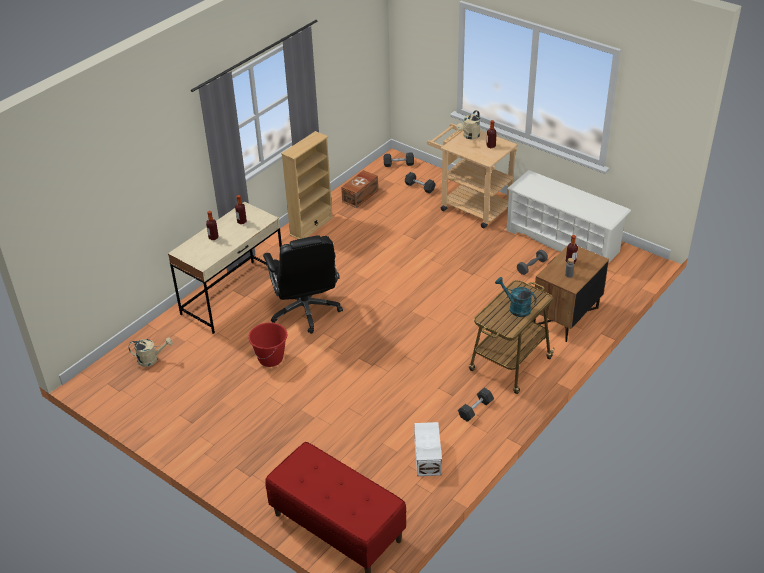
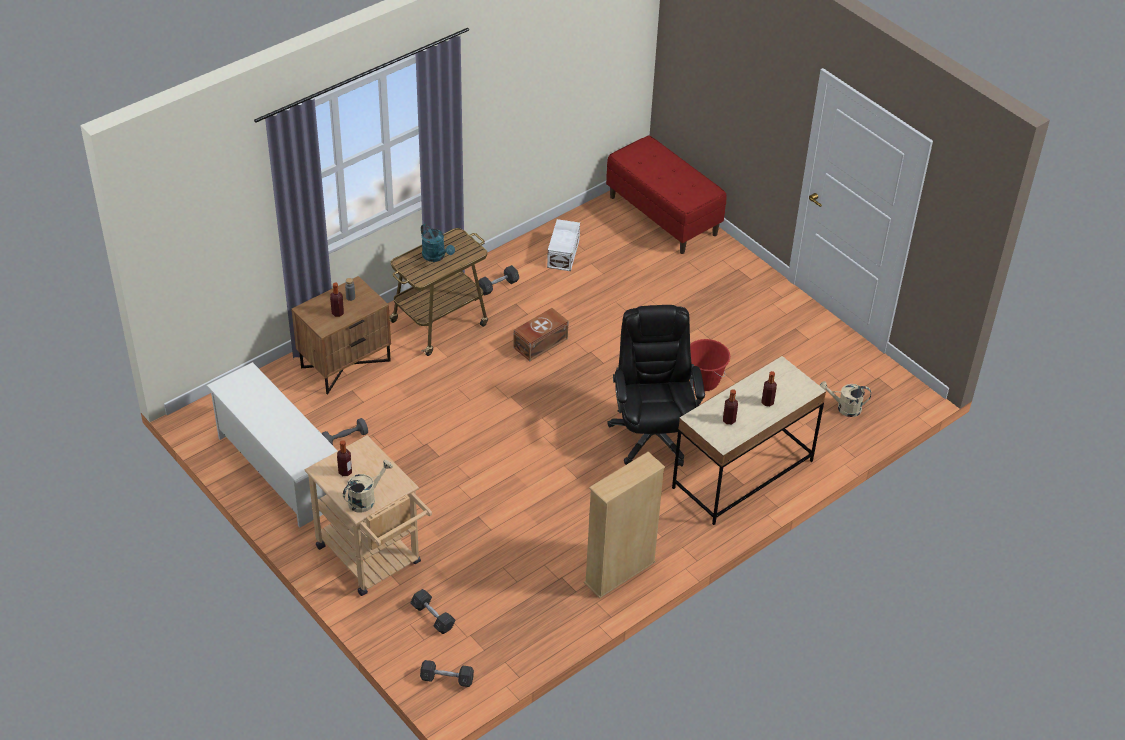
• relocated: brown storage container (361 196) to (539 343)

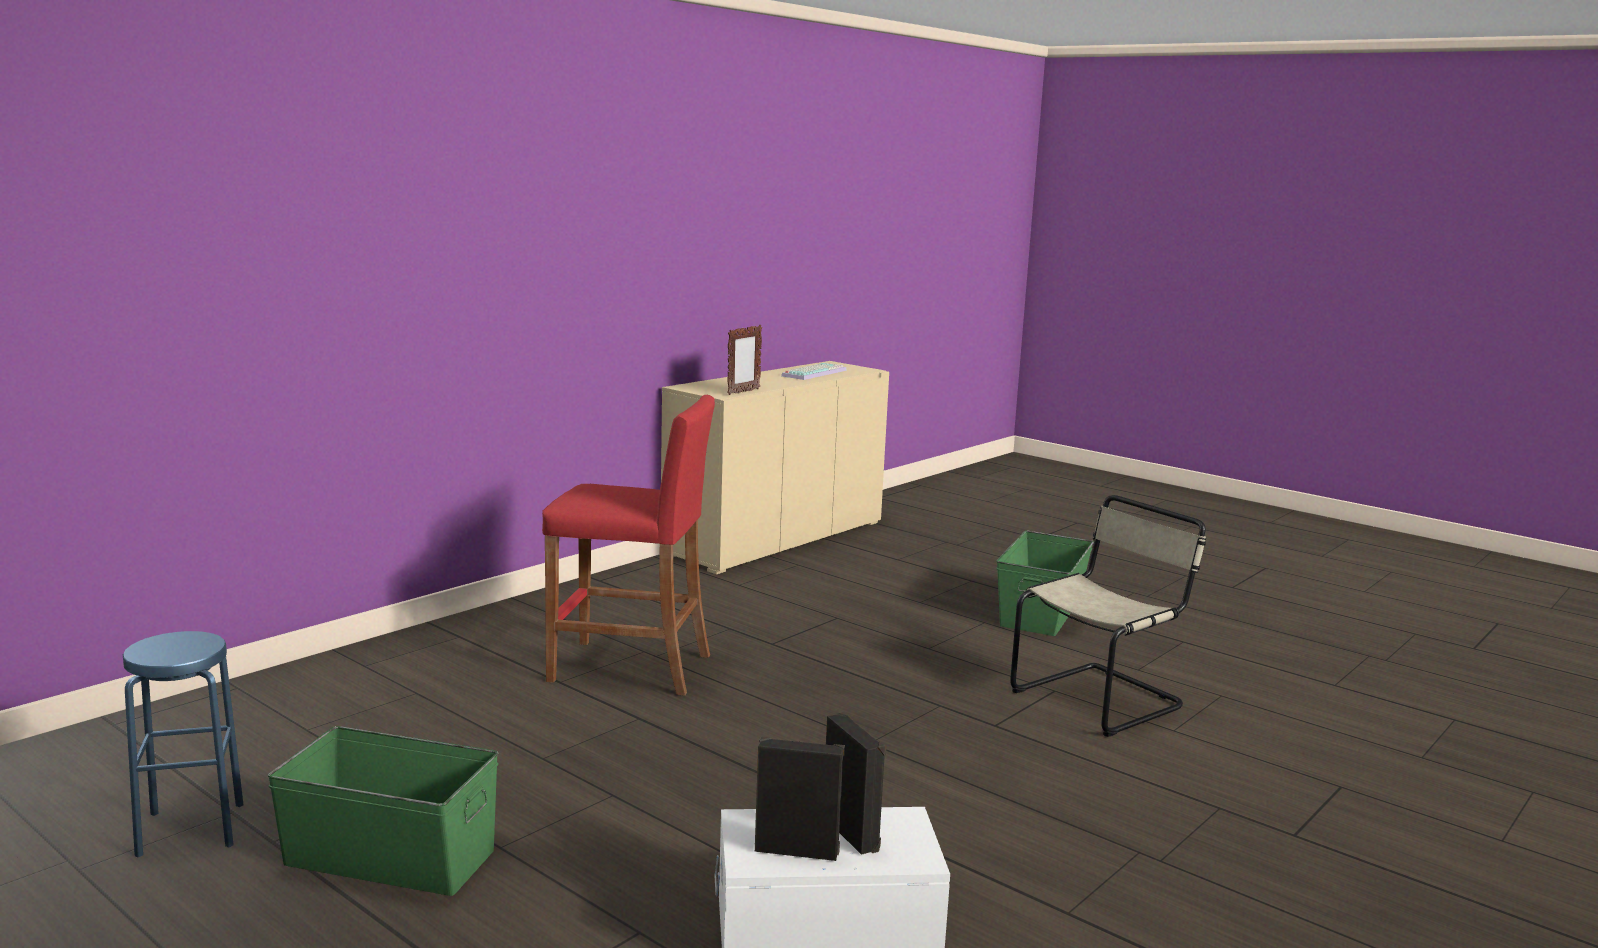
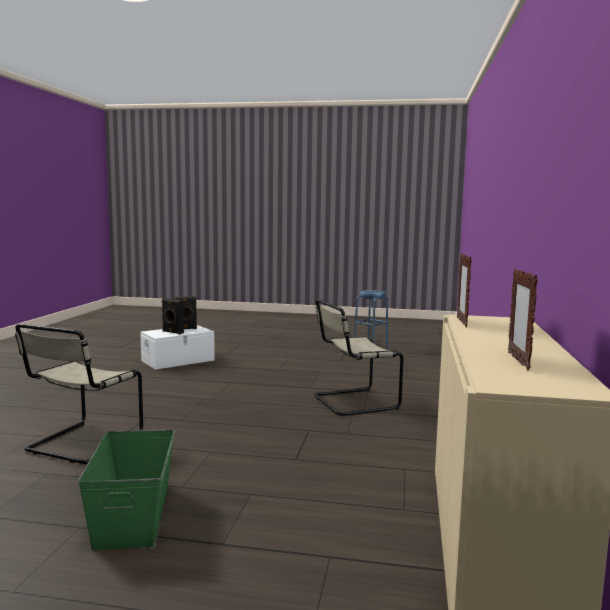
• missing: green storage container (390 858)
• exchanged: red stool (631 668) to beige upright chair (352 402)
• exchanged: PC keyboard (813 373) to standing frame (518 361)

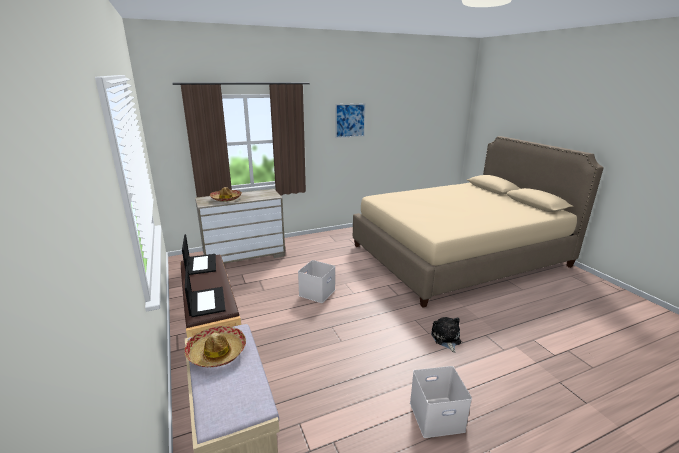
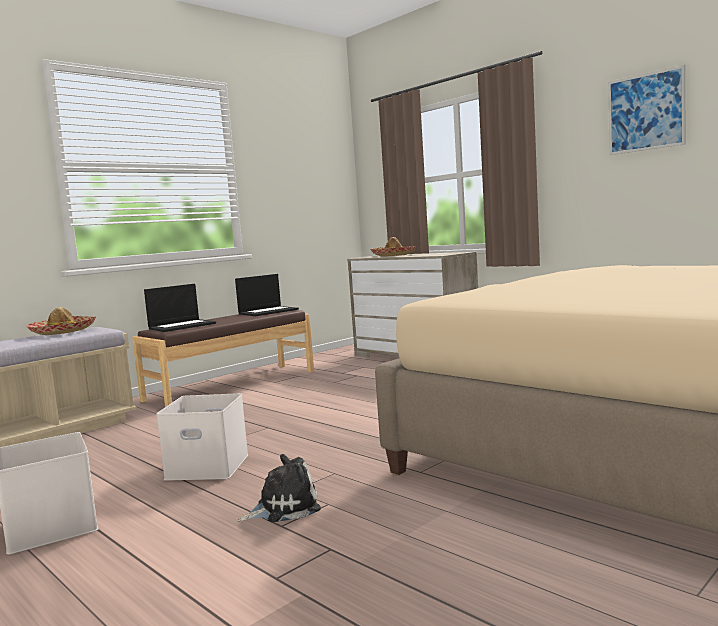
• relocated: whitish storage container (317 292) to (209 466)

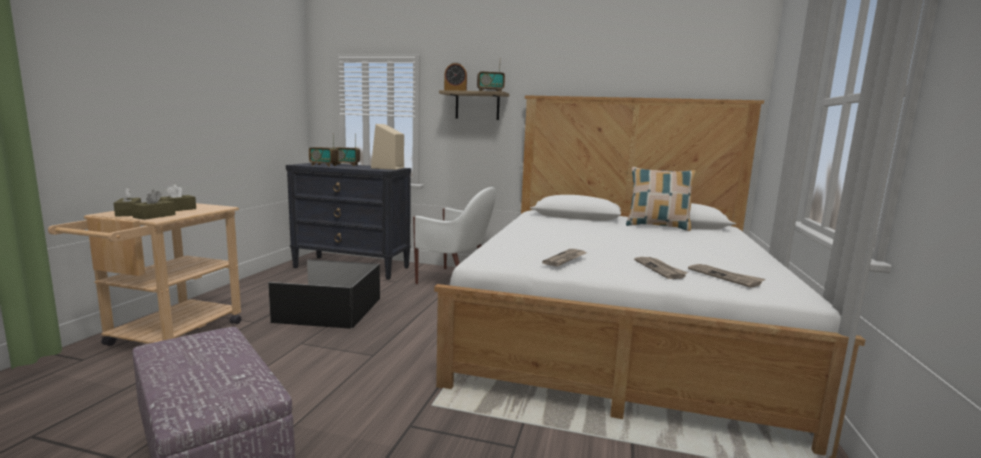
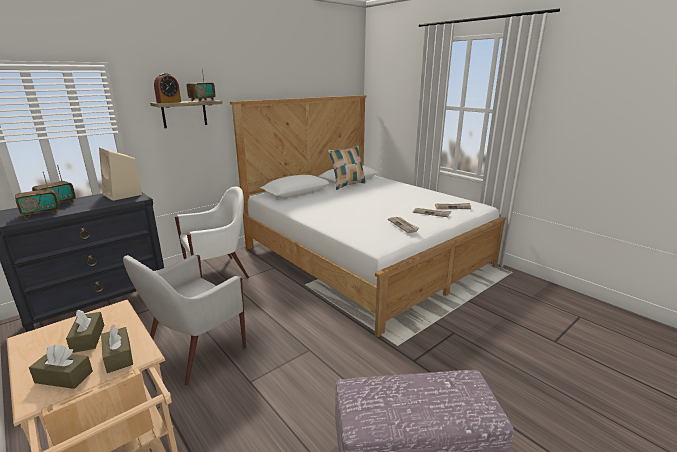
• exchanged: black-coloured storage container (329 309) to whitish lounge chair (194 350)

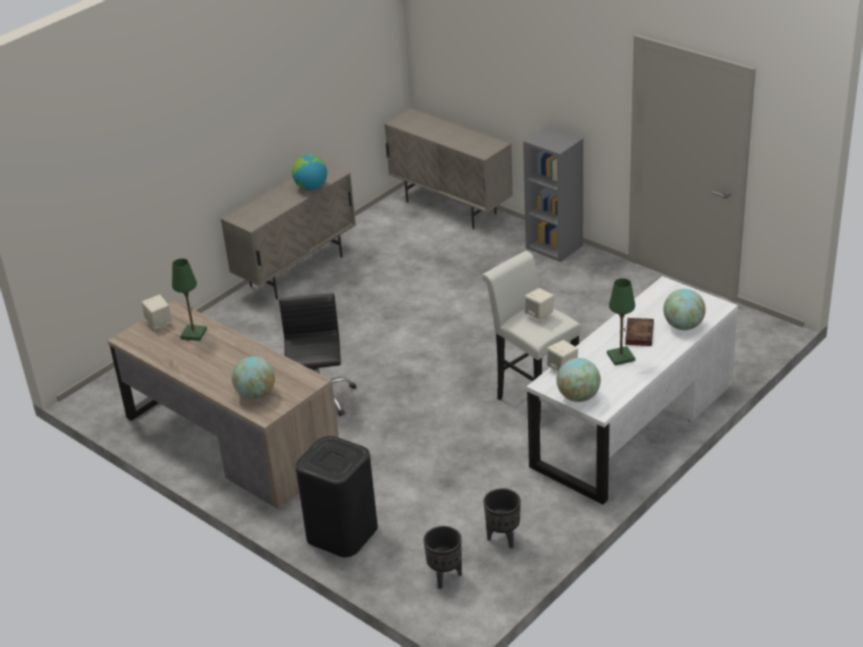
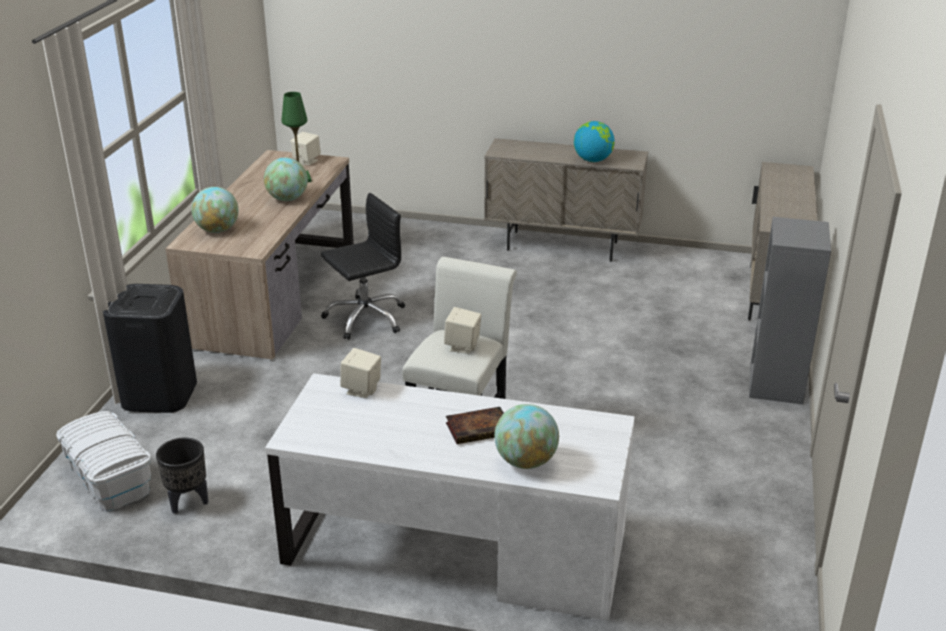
• missing: green table lamp (621 357)
• relocated: desk globe (578 397) to (287 199)
• exchanged: black-coloured plant pot (445 577) to whitish storage container (109 479)

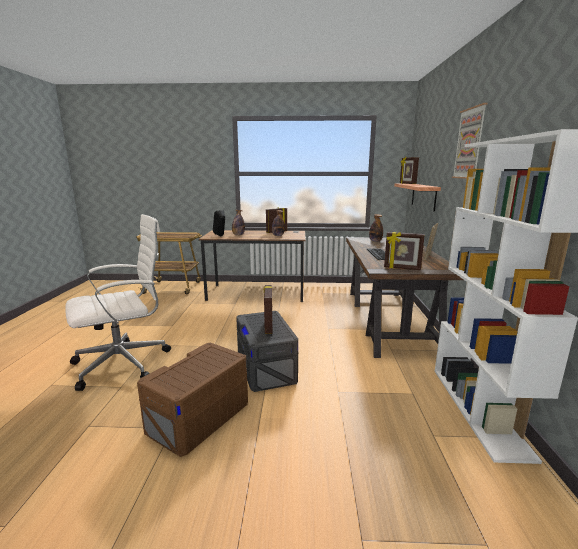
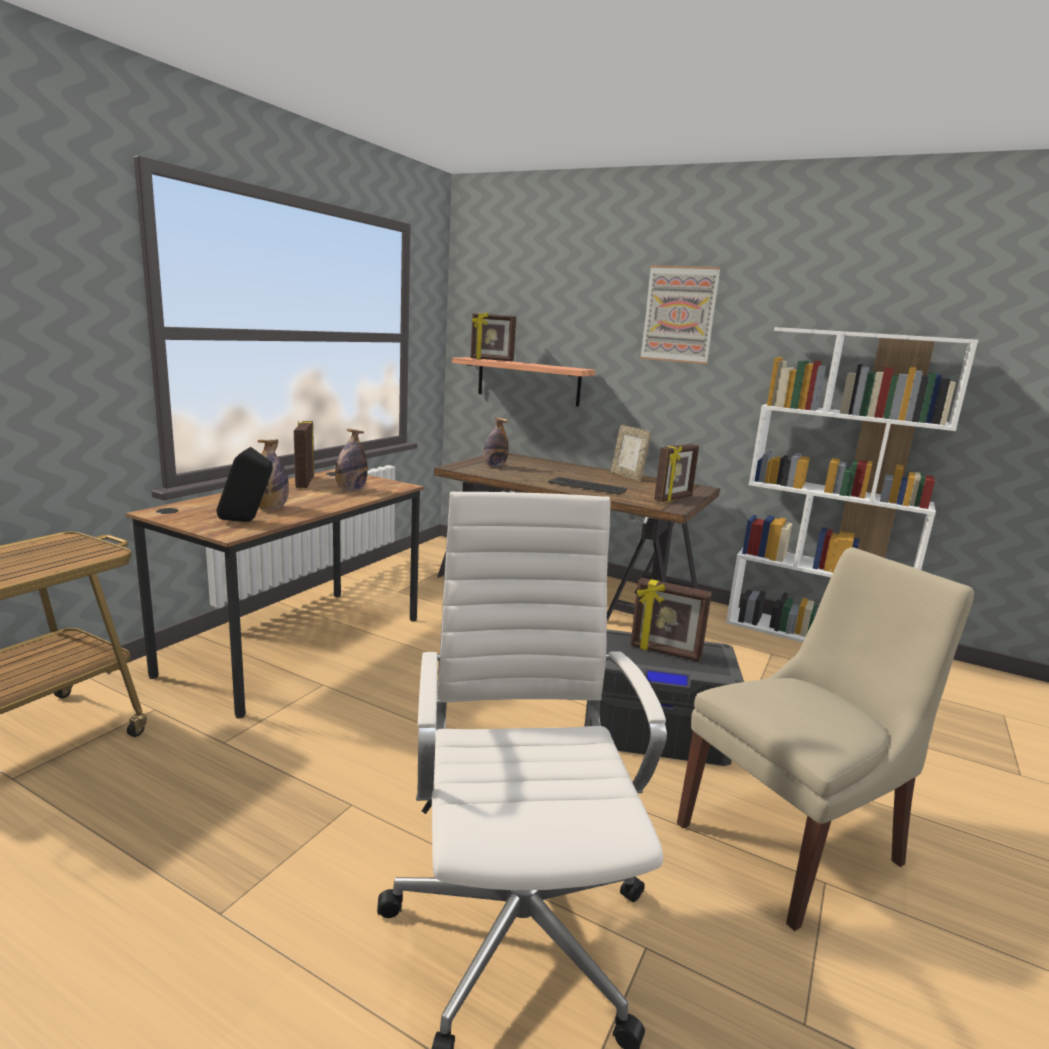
• exchanged: brown storage container (199 416) to beige upright chair (793 841)

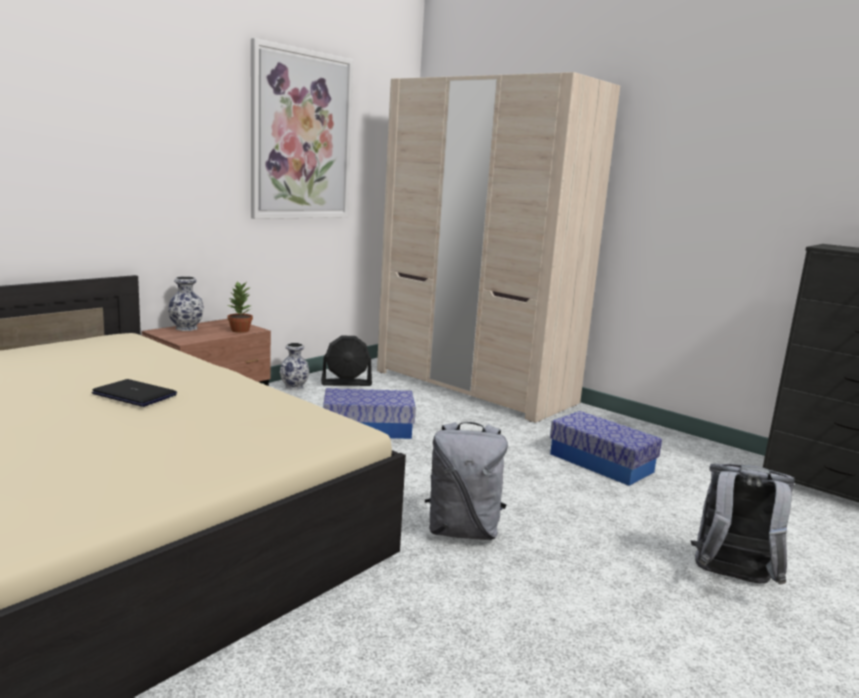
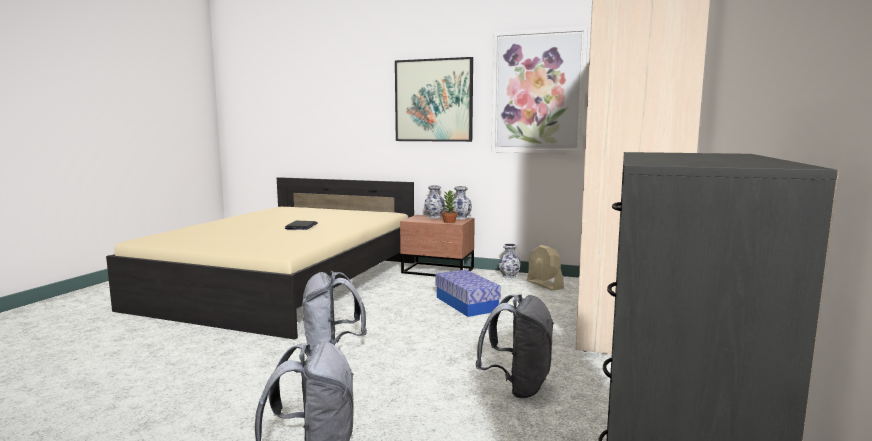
• appeared: wall picture (433 100)
• appeared: decorative vase (460 218)
• exchanged: storage container (601 463) to gray rucksack (518 387)
• colour: black-coloured electric fan (346 383) to beige electric fan (544 285)

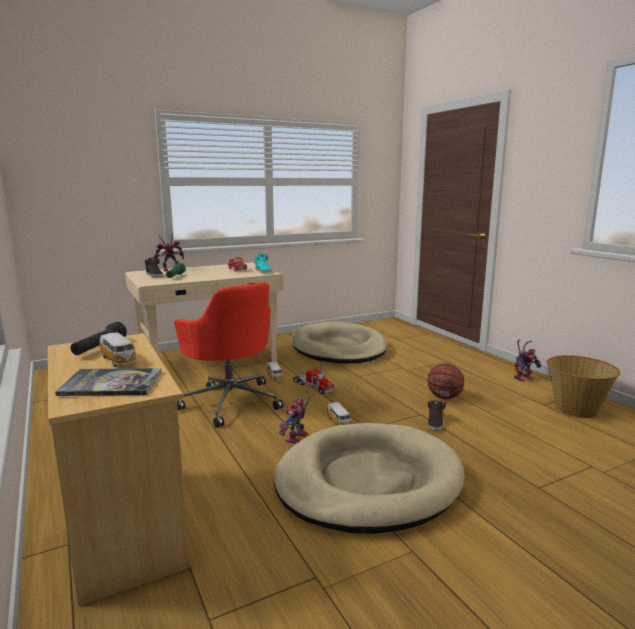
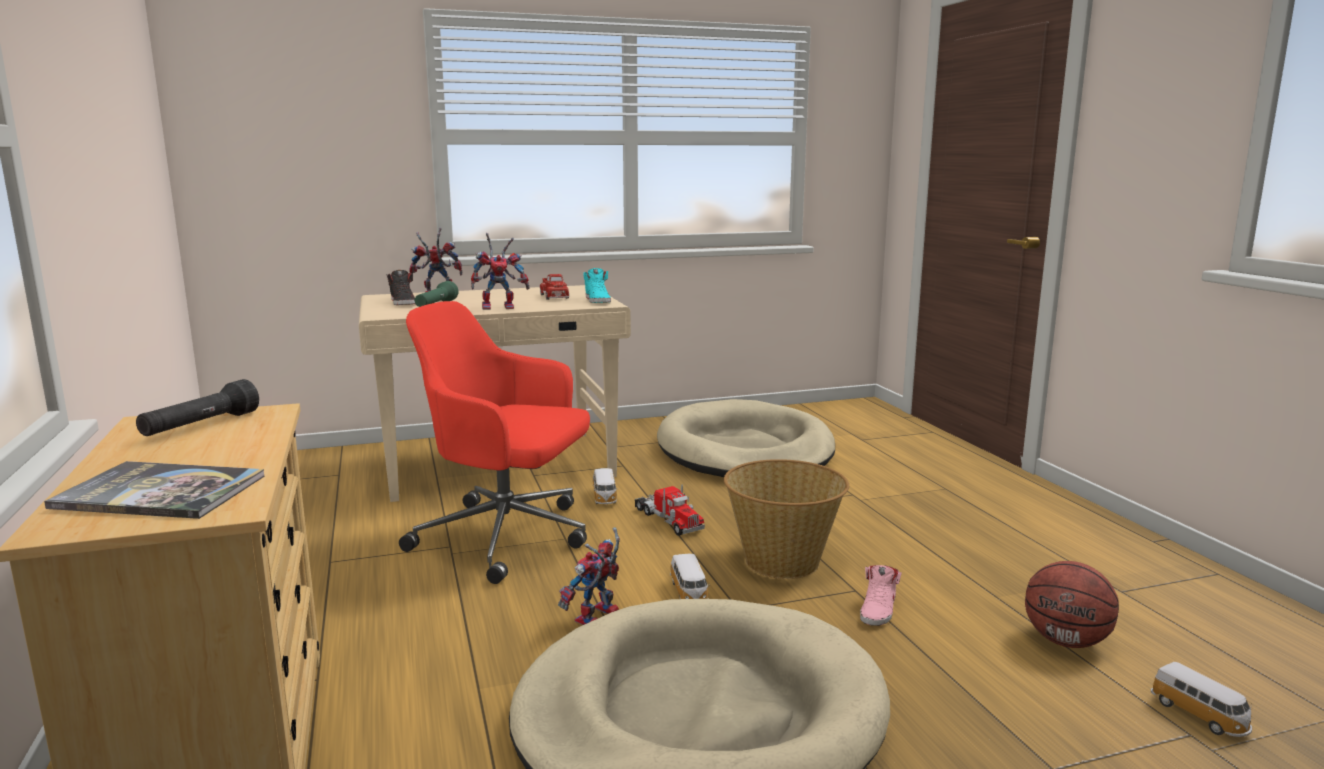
• relocated: model car (119 361) to (1200 716)
• relocated: basketball ball (444 397) to (1066 641)
• relocated: toy robot (523 377) to (500 307)
• relocated: storage basket (576 409) to (782 561)
• colour: black-coloured item of footwear (435 423) to pink item of footwear (879 610)
• spun: red computer chair (230 401) = (507 537) 135 degrees clockwise

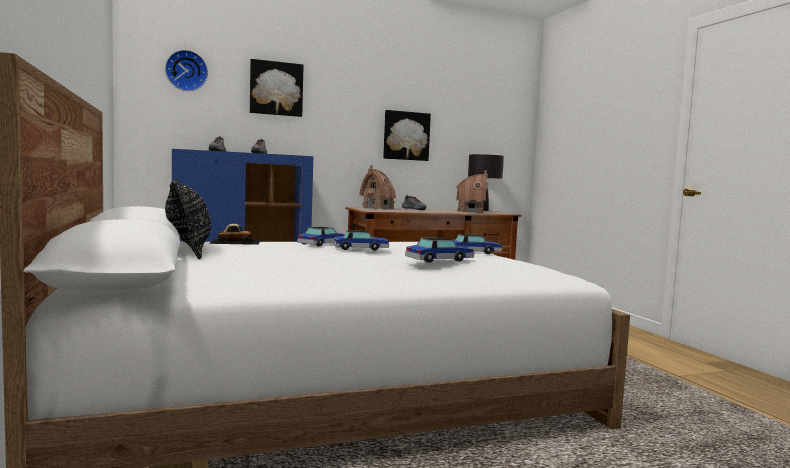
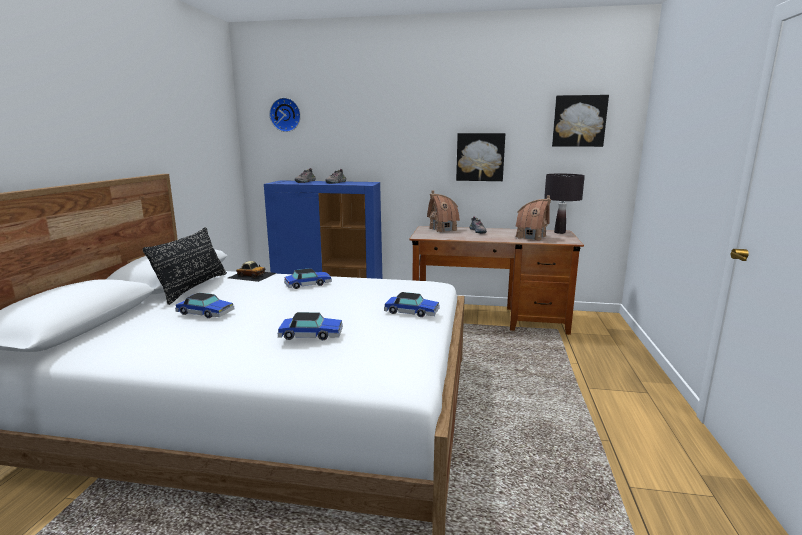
• relocated: wall picture (276 88) to (579 121)
• relocated: model car (360 249) to (205 313)

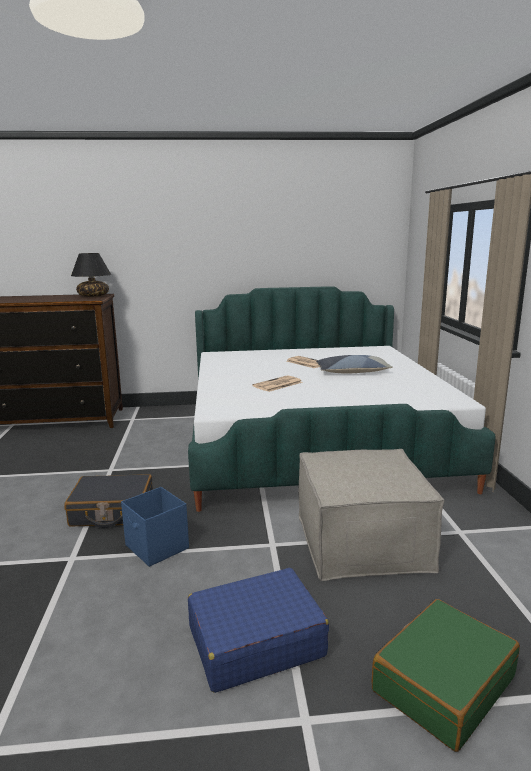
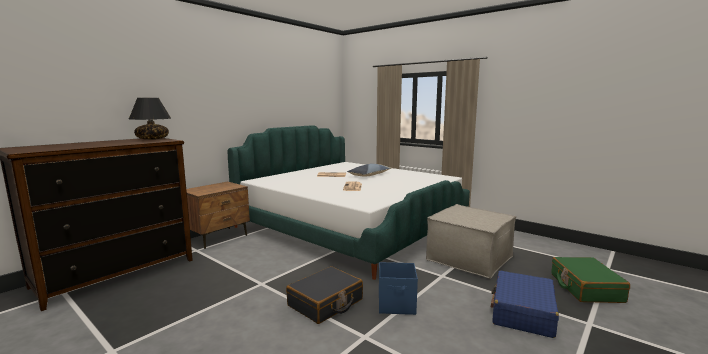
• appeared: brown bedside table (218 238)

